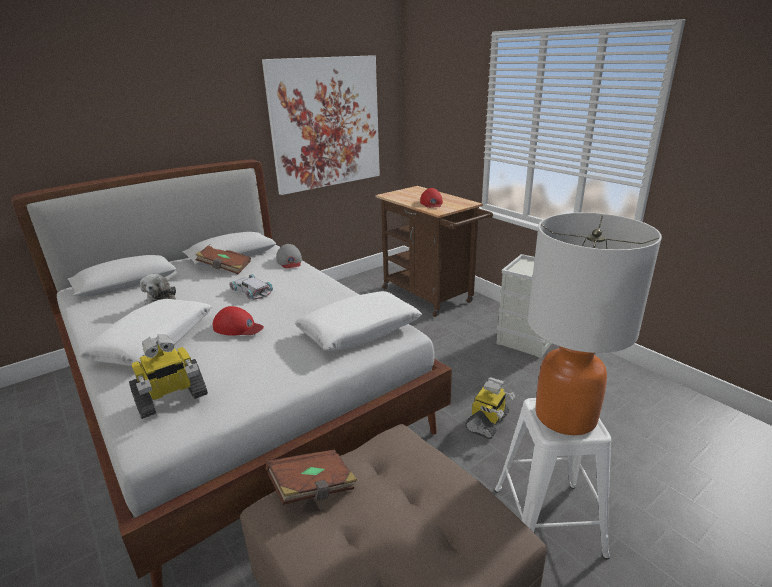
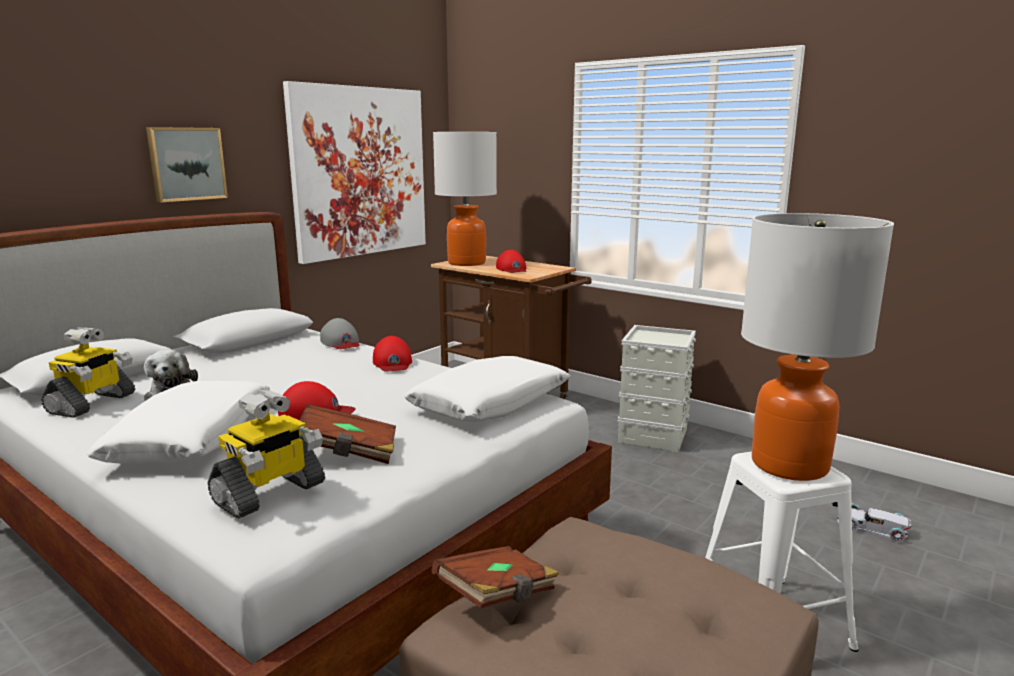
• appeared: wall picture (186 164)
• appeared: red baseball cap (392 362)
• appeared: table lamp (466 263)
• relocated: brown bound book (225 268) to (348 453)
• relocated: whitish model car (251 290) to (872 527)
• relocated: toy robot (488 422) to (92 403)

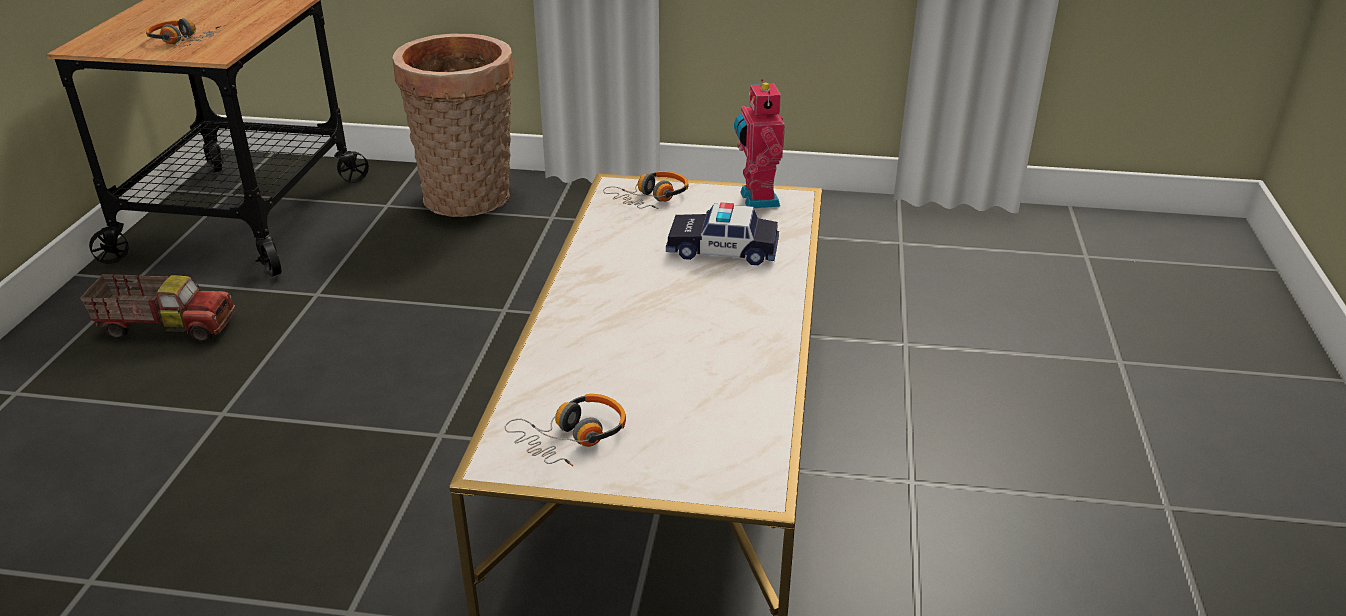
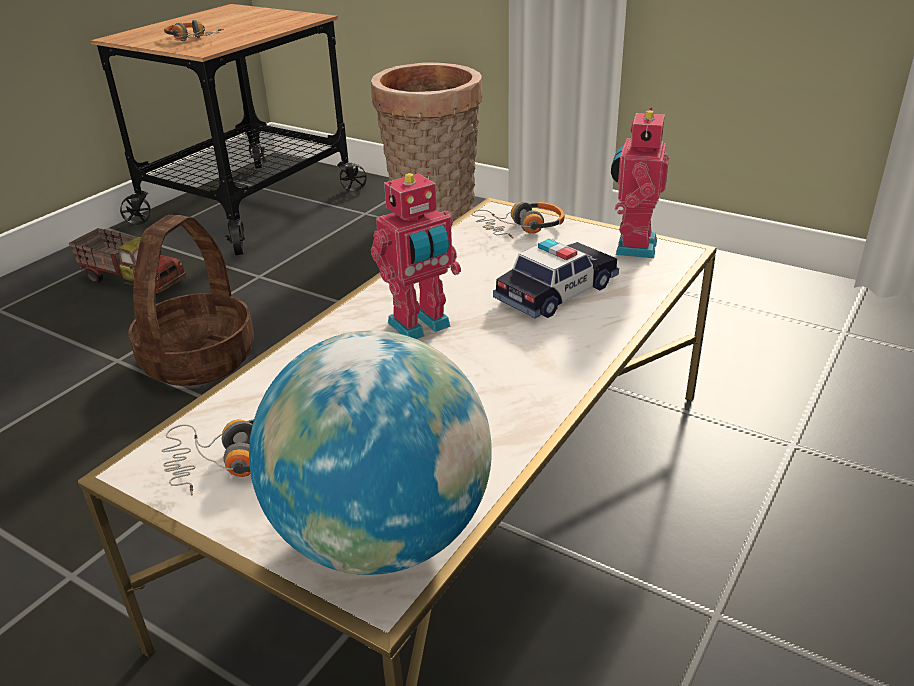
• appeared: storage basket (198 358)
• appeared: desk globe (382 536)
• appeared: toy robot (421 326)
• spun: model car (722 249) = (556 292) 105 degrees clockwise

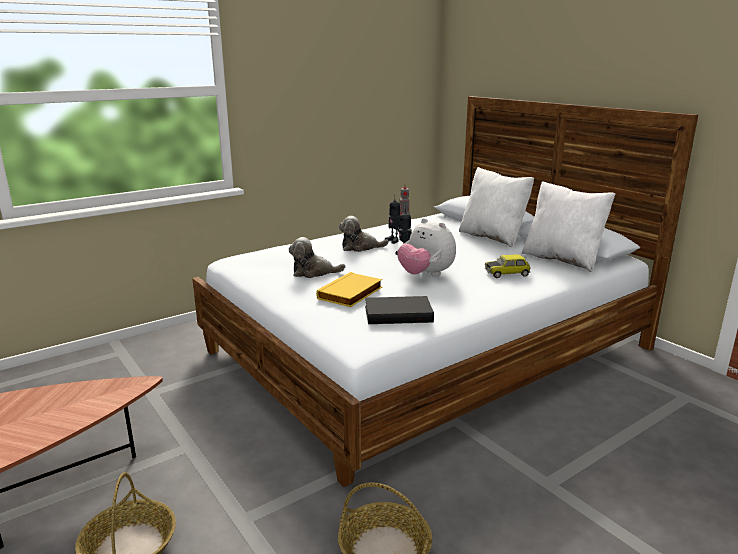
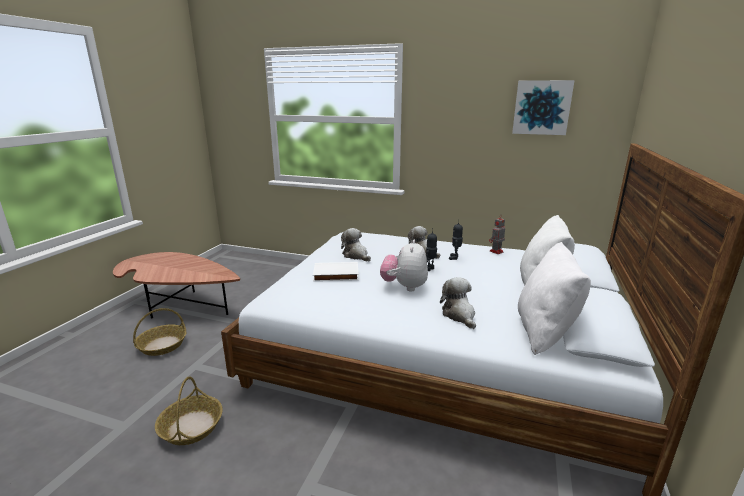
• missing: black-coloured bound book (398 313)
• appeared: wall picture (541 107)
• exchanged: model car (507 273) to soft toy (459 315)
• colour: yellow bound book (351 293) to whitish bound book (335 275)

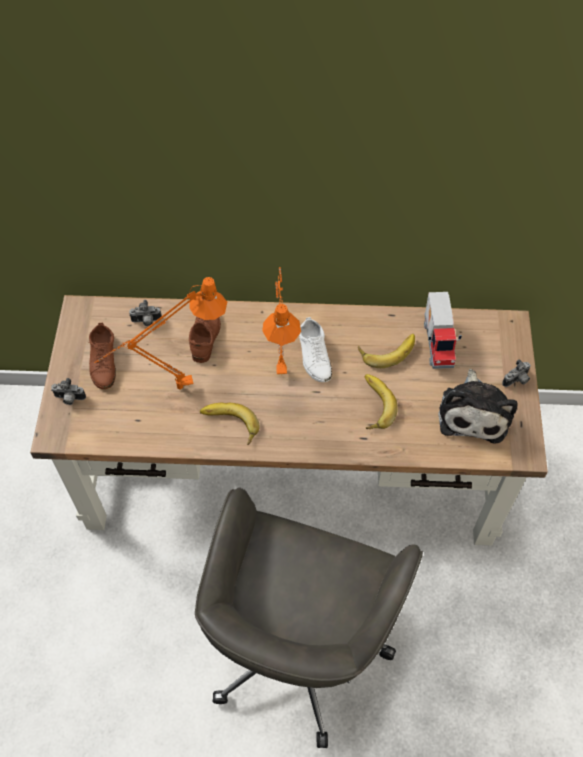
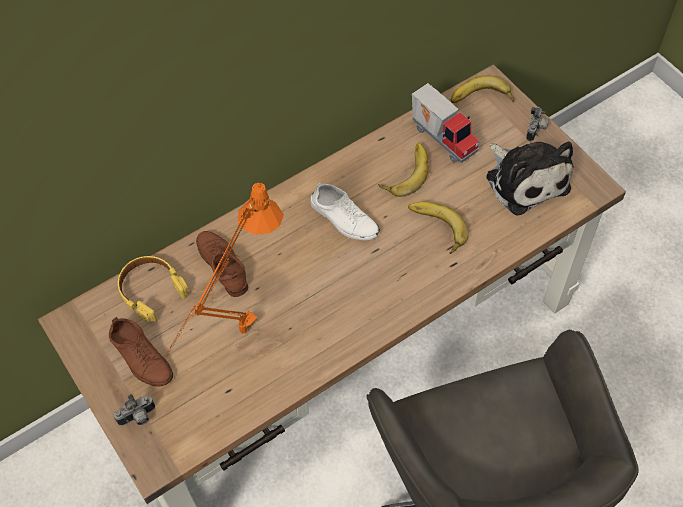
• missing: orange-coloured table lamp (280 361)
• relocated: whole banana (229 425) to (481 99)
• exchanged: photo camera (146 321) to yellow headphones (151 290)

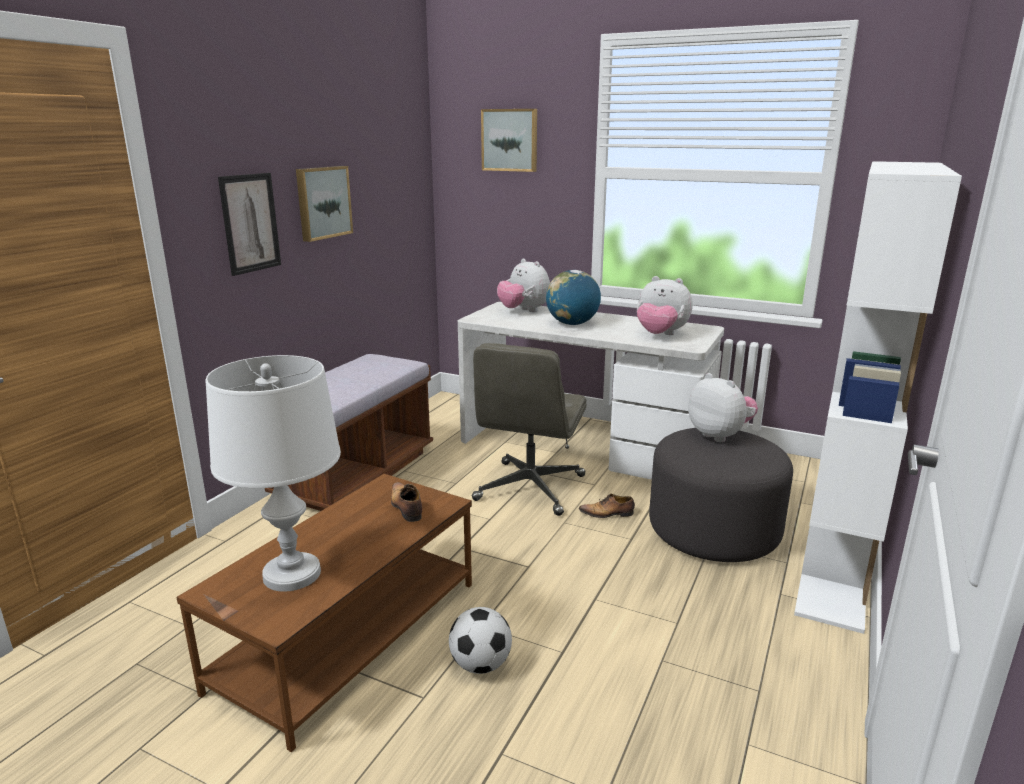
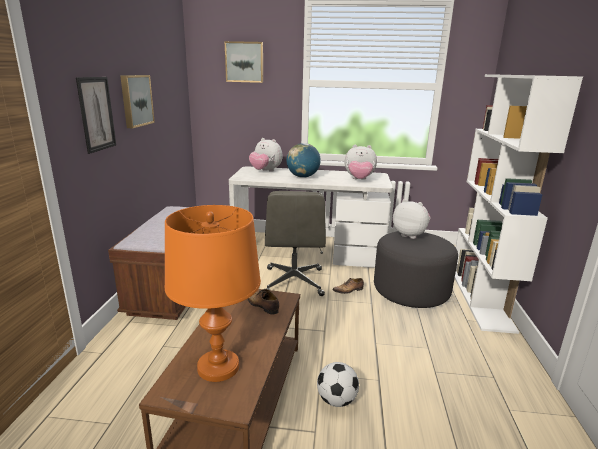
• colour: whitish table lamp (292 574) to orange-coloured table lamp (218 367)

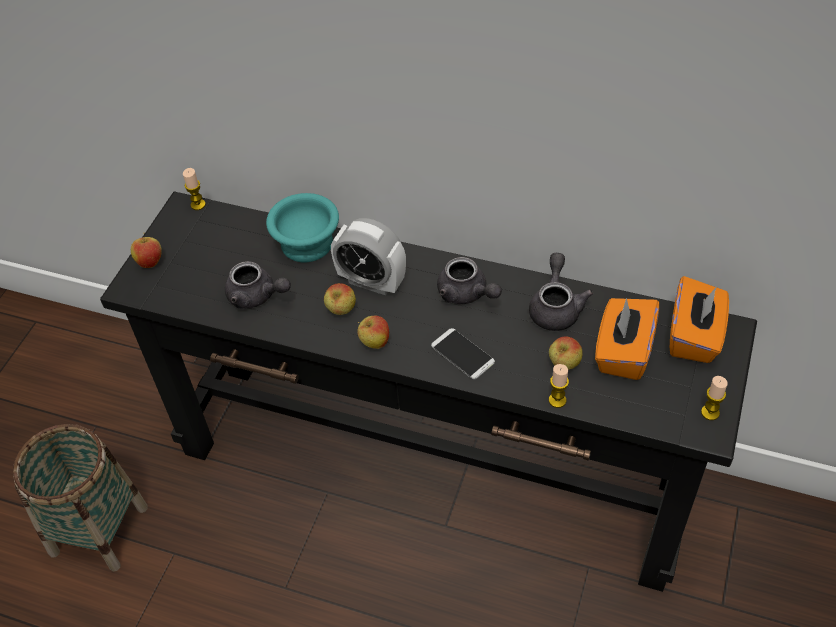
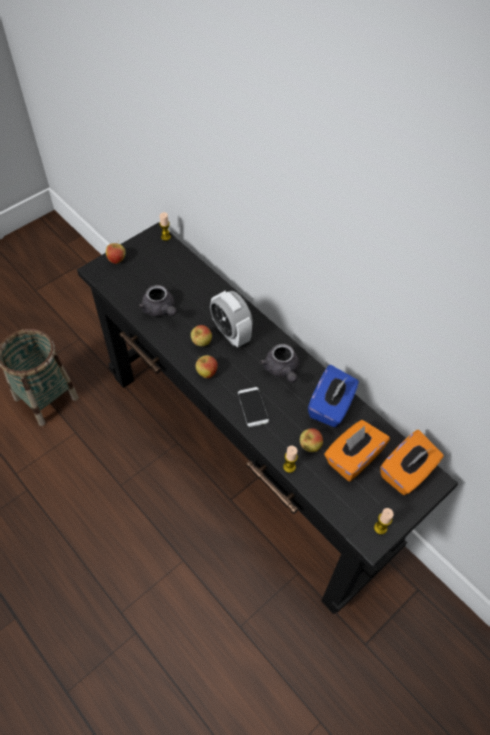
• missing: blue-green bowl (307 245)
• exchanged: gray pot for tea (556 307) to blue tissue box (331 406)

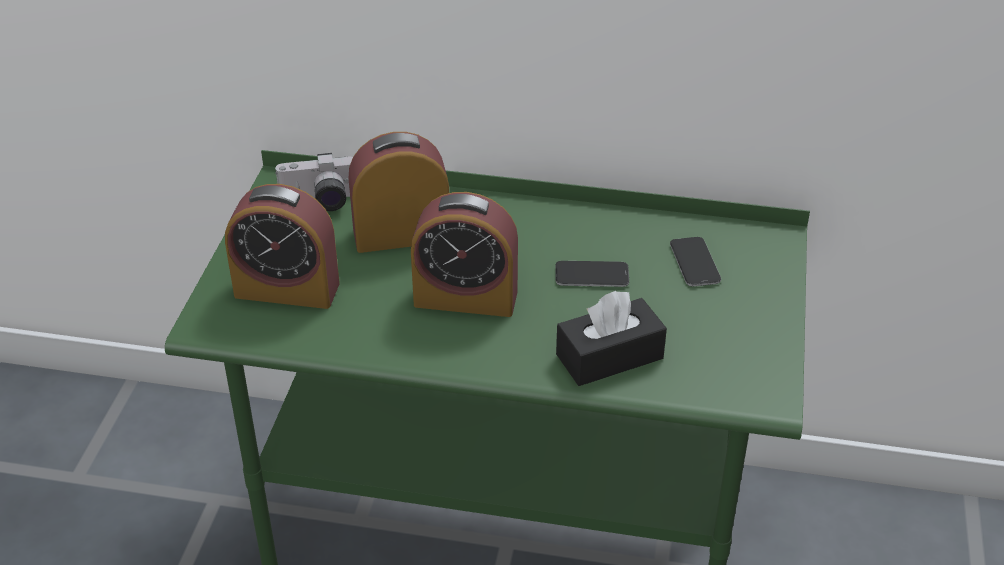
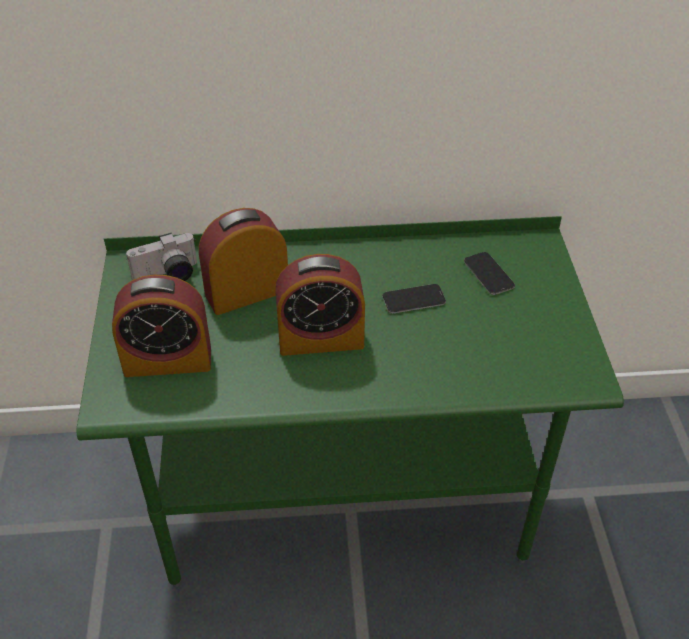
• missing: black-coloured tissue box (609 356)

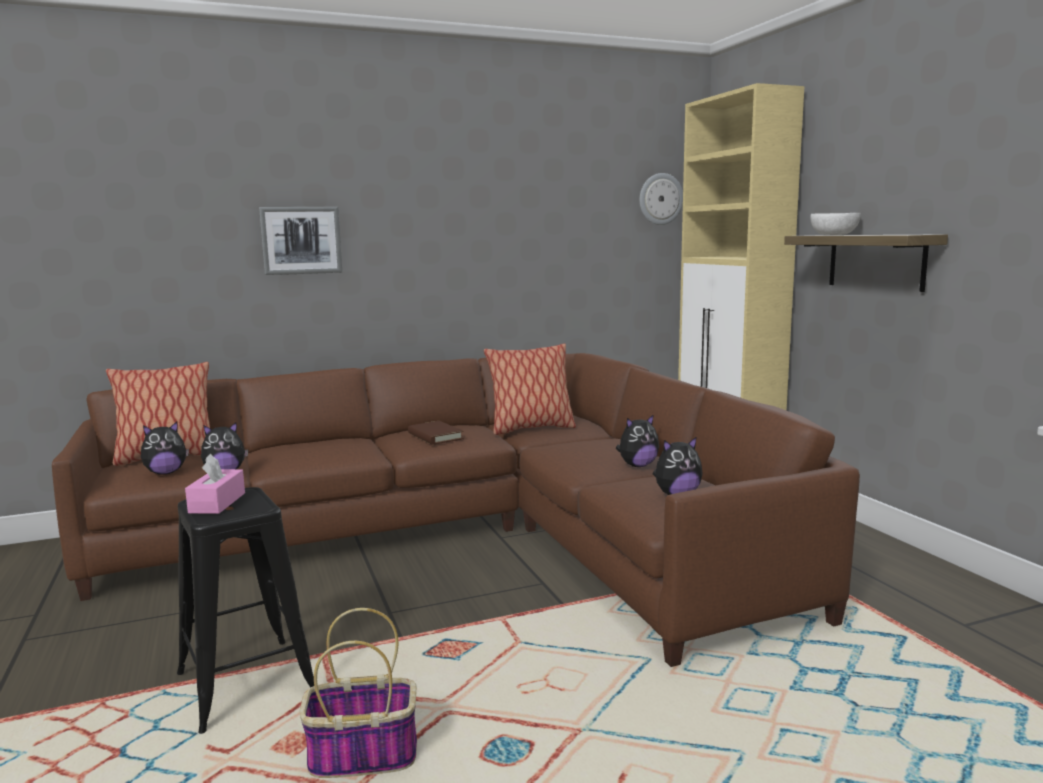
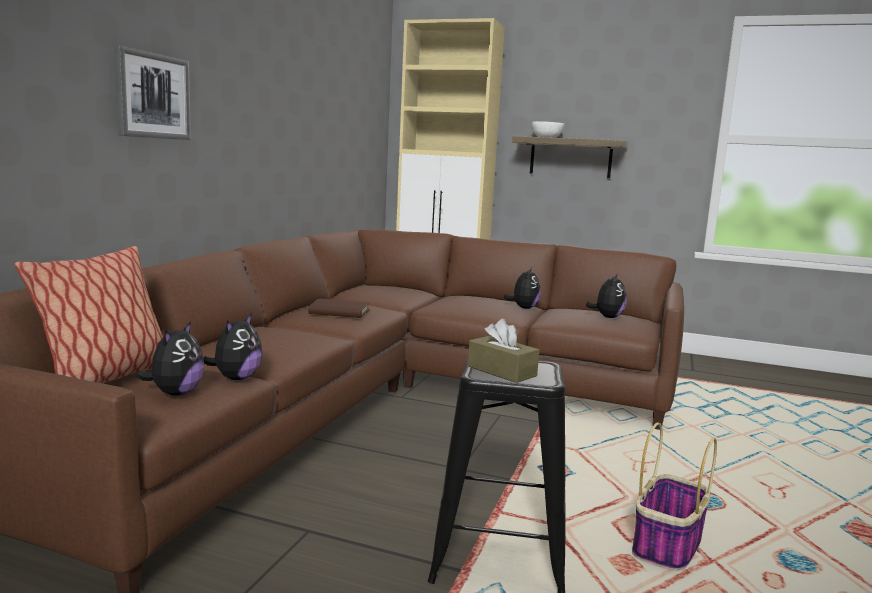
• missing: cushion (531 429)
• missing: wall clock (660 199)
• colour: pink tissue box (217 503) to brown tissue box (501 371)

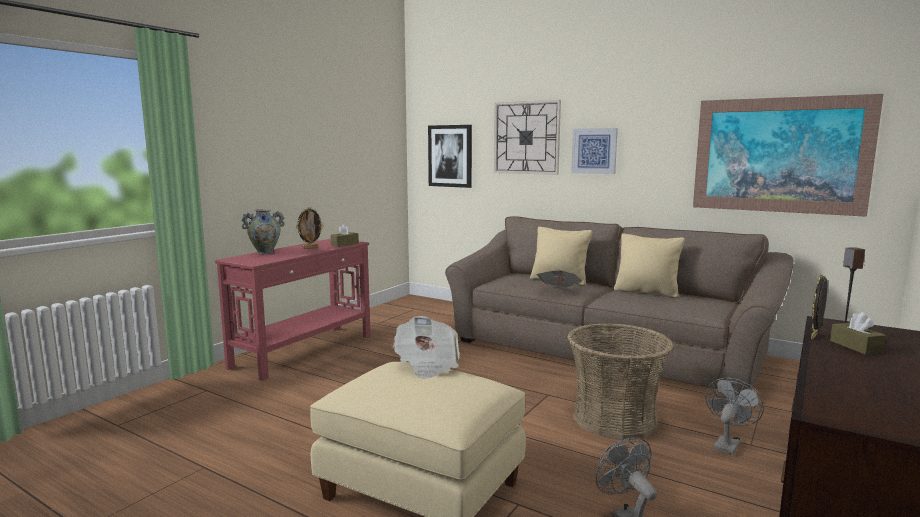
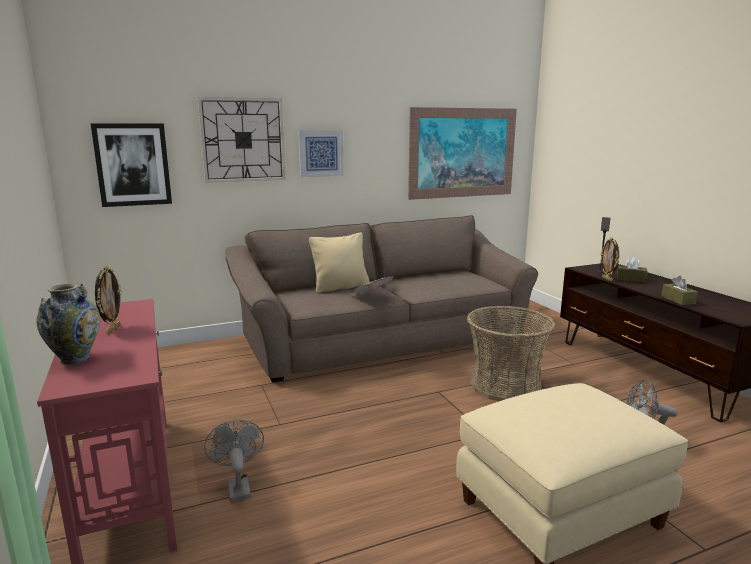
• missing: printed paper (427 365)
• missing: beige cushion (646 292)
• relocated: brown tissue box (345 244) to (678 300)
• relocated: gray electric fan (727 443) to (237 487)

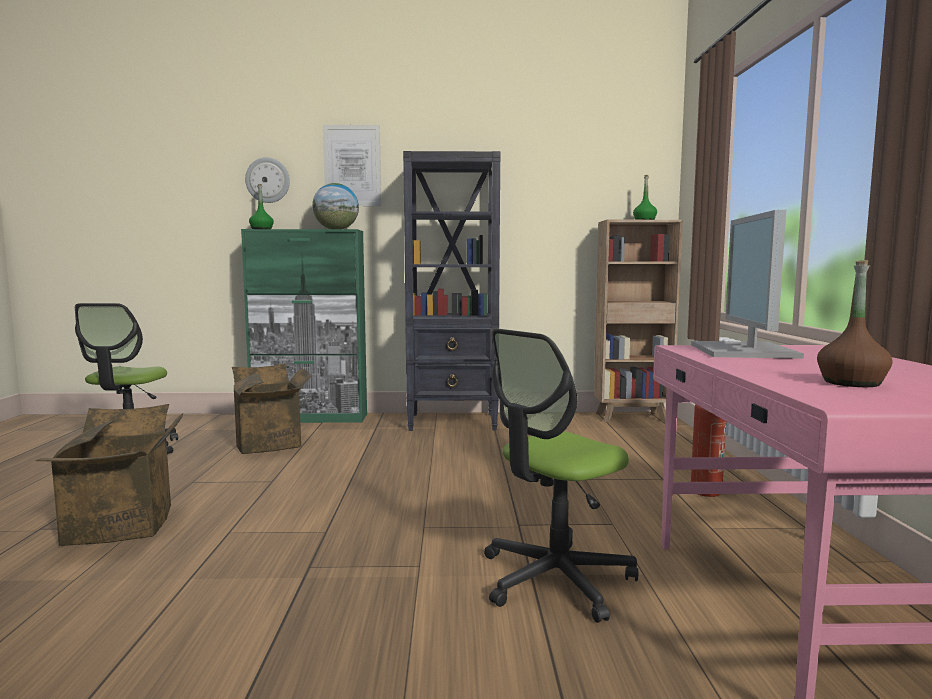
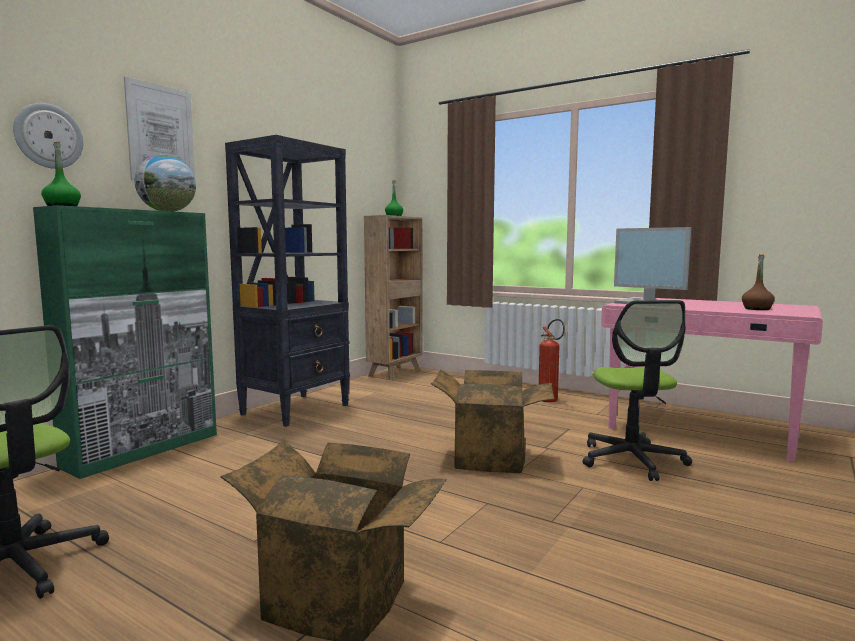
• relocated: packing box (272 443) to (491 457)

